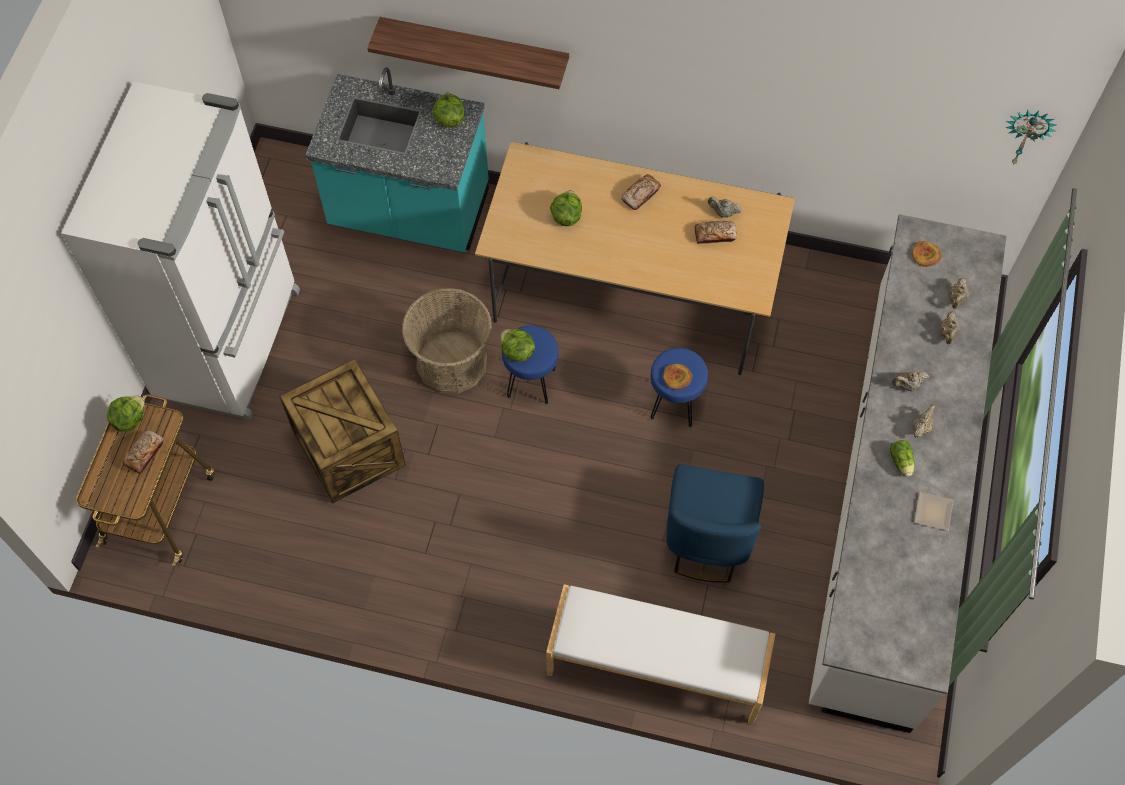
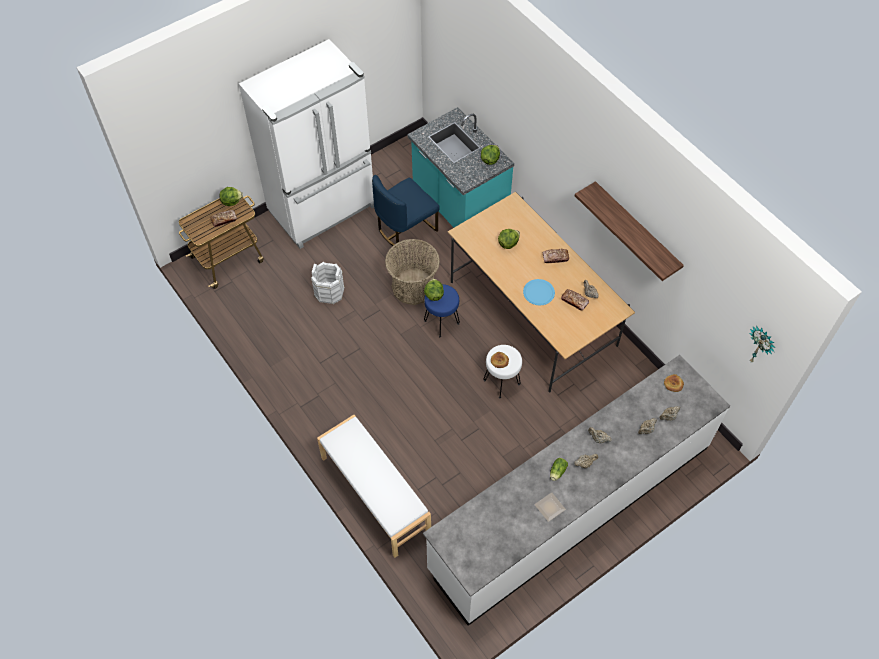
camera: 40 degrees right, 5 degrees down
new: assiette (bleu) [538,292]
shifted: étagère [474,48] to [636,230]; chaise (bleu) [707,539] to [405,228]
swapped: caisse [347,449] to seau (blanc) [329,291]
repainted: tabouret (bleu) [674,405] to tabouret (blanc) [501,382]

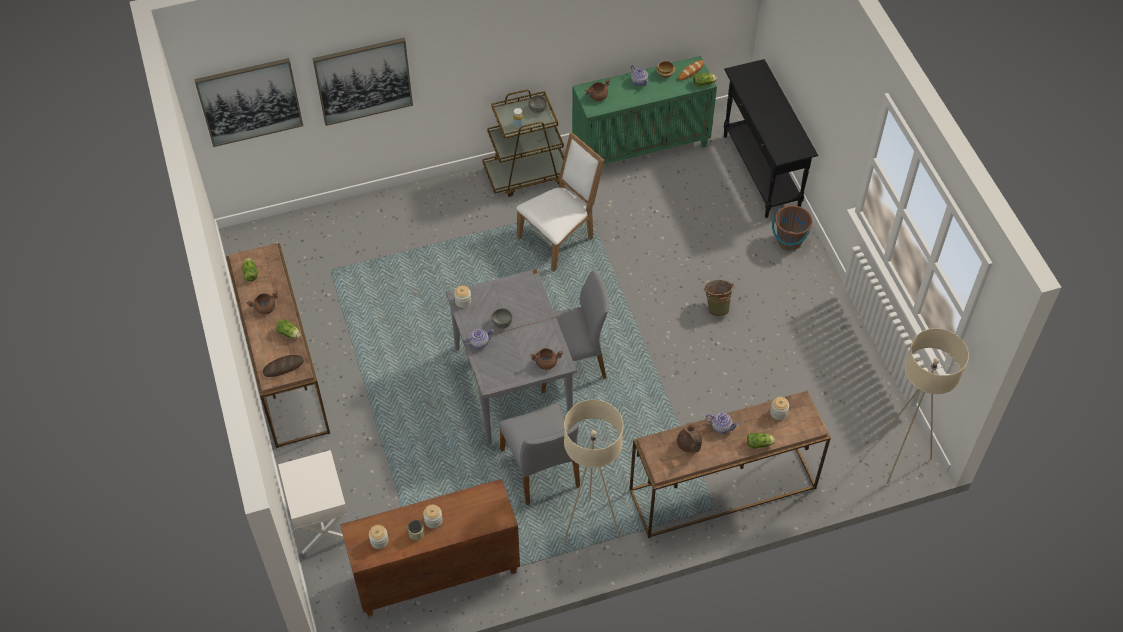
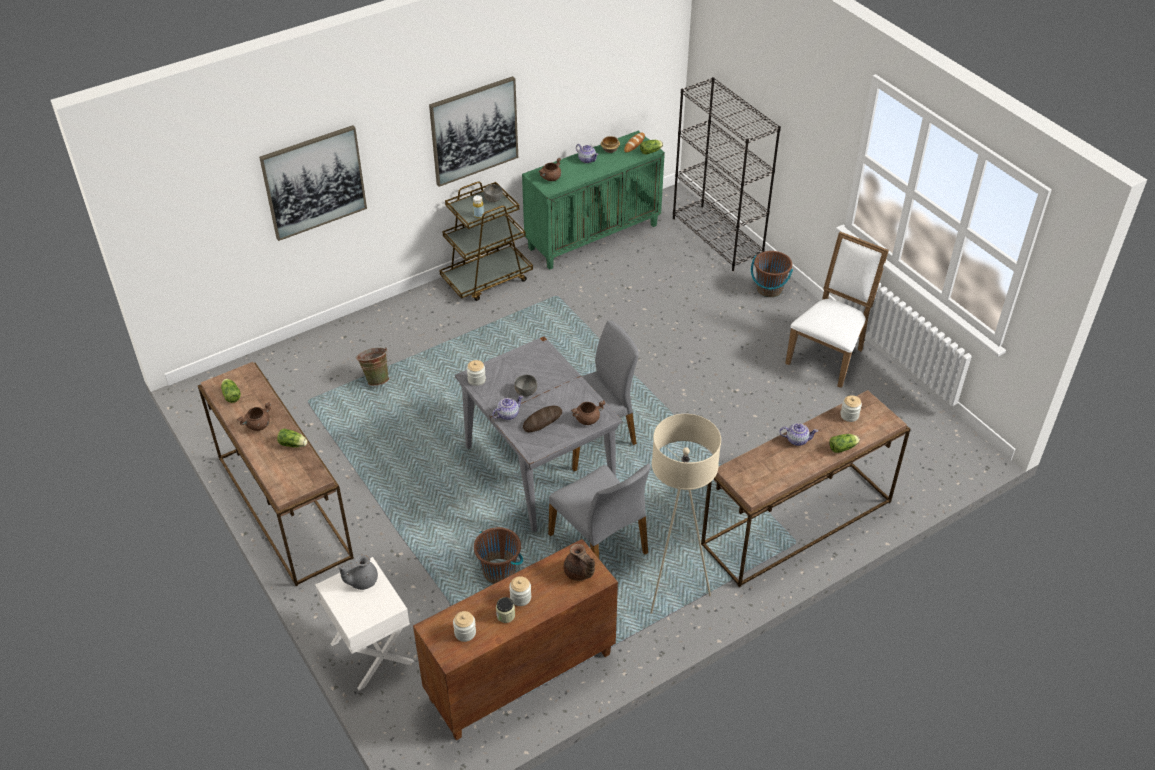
camera: 15 degrees left, 10 degrees down
gone: lampadaire (beige) [899,460]
new: théière (gris) [361,581]; seau (marron) [499,572]
shifted: tableau [250,101] to [474,131]; pain [283,367] to [542,421]; chaise (blanc) [560,237] to [829,355]; théière (marron) [689,445] to [579,573]; seau (vert) [717,307] to [376,378]
swapped: table console (noir) [760,172] to bibliothèque (noir) [718,237]

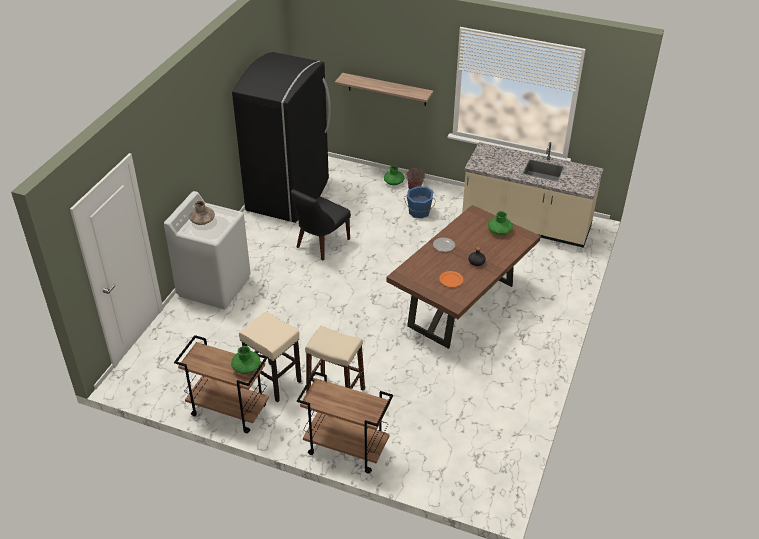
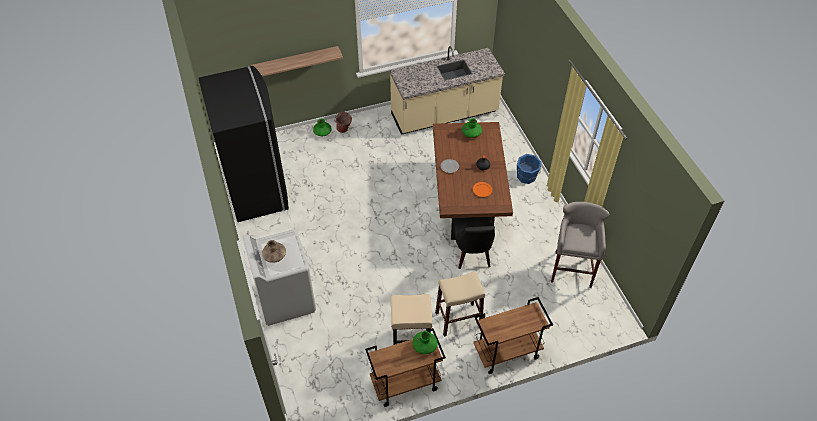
camera: 40 degrees left, 10 degrees up
new: tabouret (gris) [572,268]
shifted: chaise (noir) [321,244] to [472,254]; seau (bleu) [419,212] to [526,177]

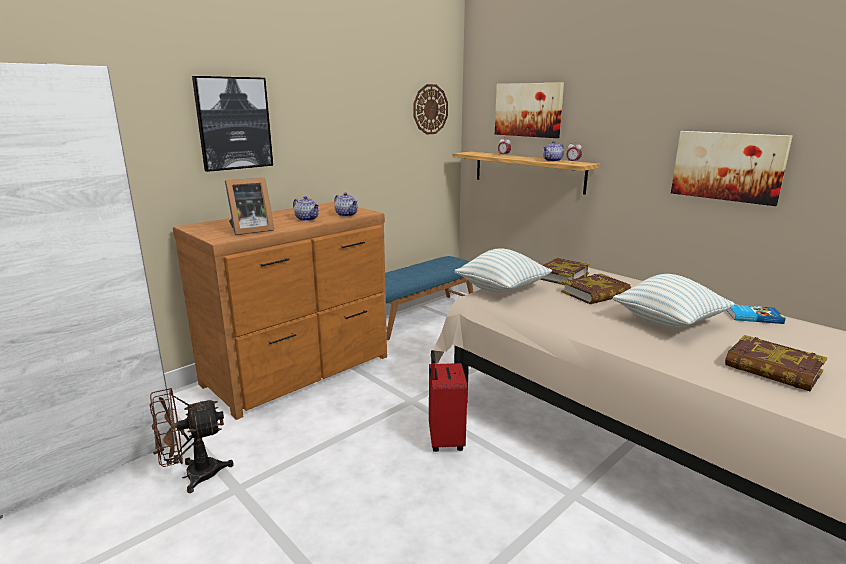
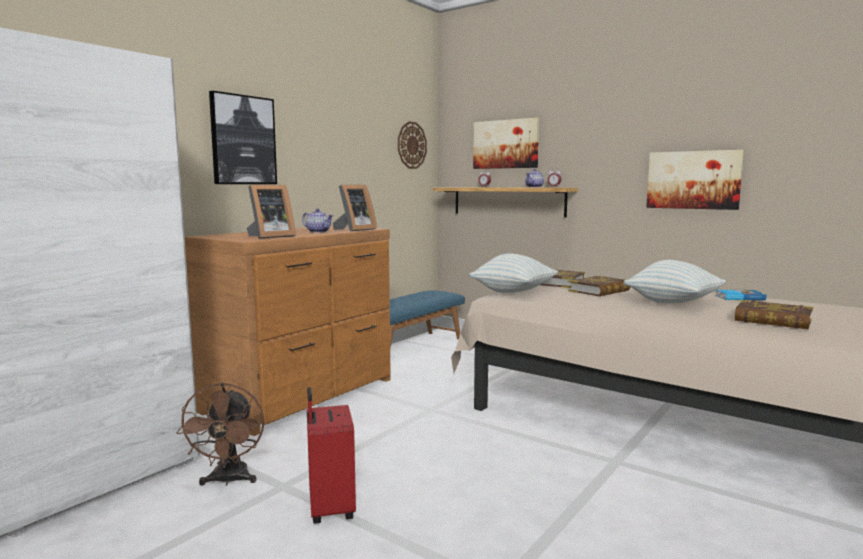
camera: 10 degrees left, 10 degrees down
shifted: valise (rouge) [444,440] to [329,509]
swapped: théière [347,215] to cadre photo [354,230]
rotated: ventilateur (marron) [193,475] = [228,481] 60 degrees counterclockwise

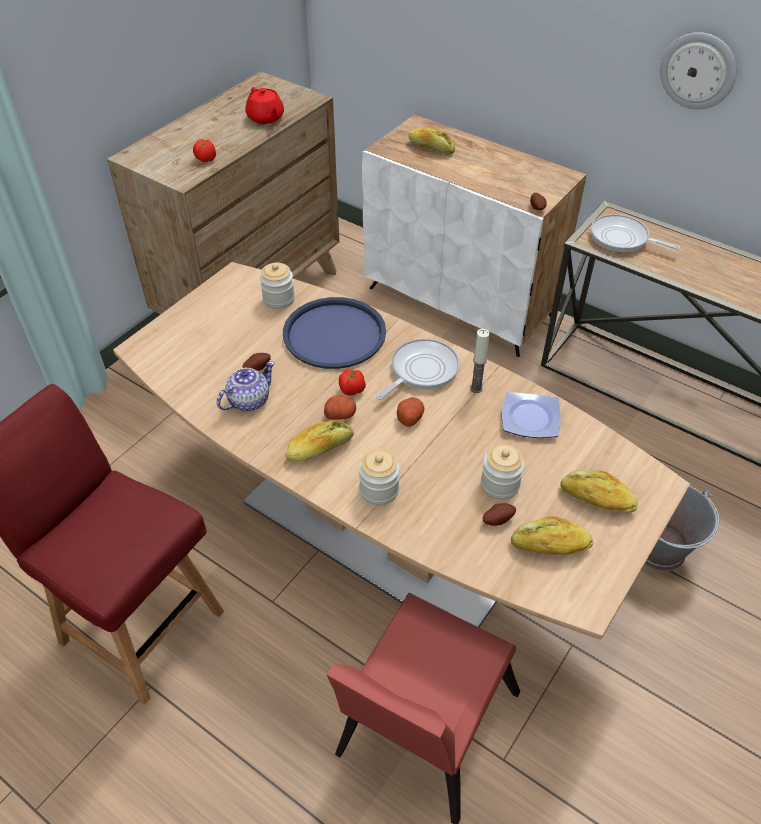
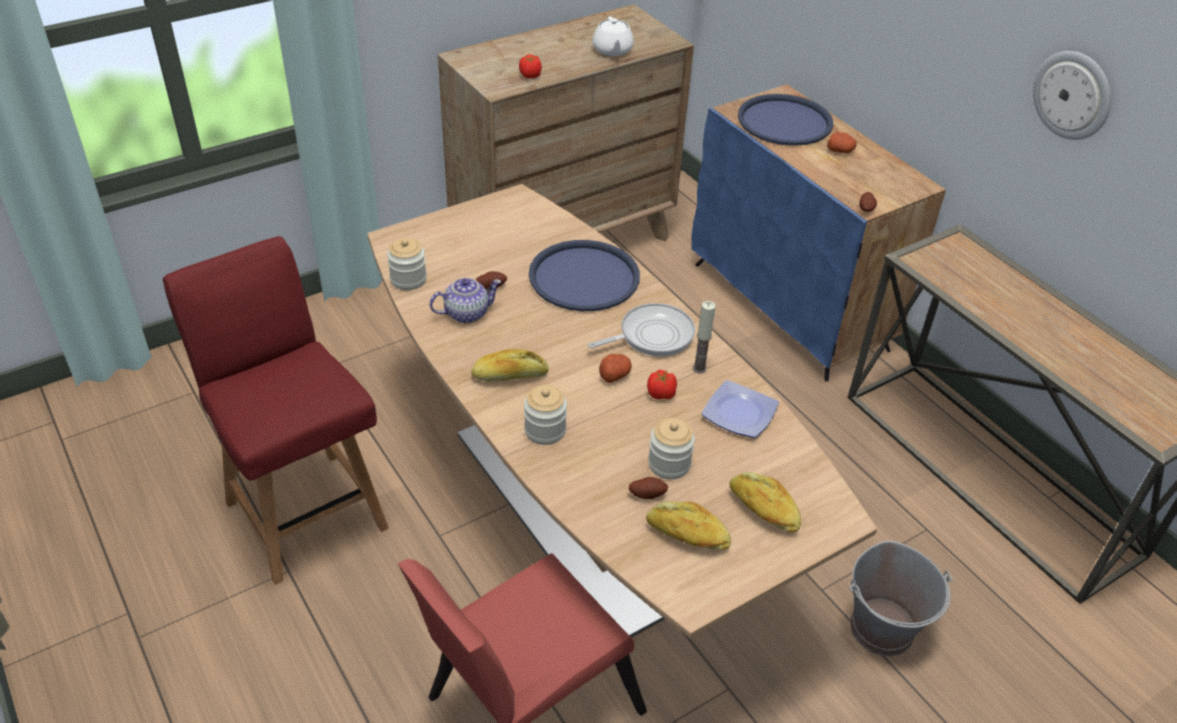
camera: 20 degrees right, 5 degrees down
gone: poêle [622,239]
shifted: bocal [279,299] to [408,279]; pomme de terre [340,414] to [840,150]; tomate [352,390] to [661,394]
swapped: pain [431,148] to plateau (bleu) [784,121]
repainted: théière (rouge) [265,118] to théière (blanc) [612,50]; meuble de rangement (blanc) [461,302] to meuble de rangement (bleu) [790,307]

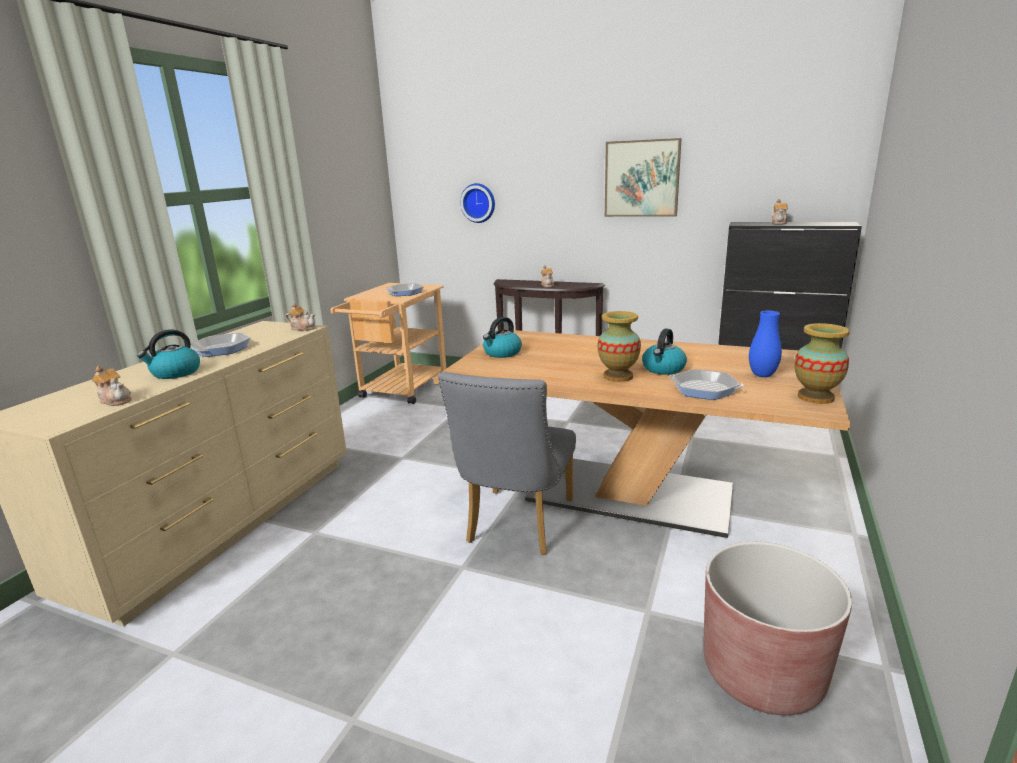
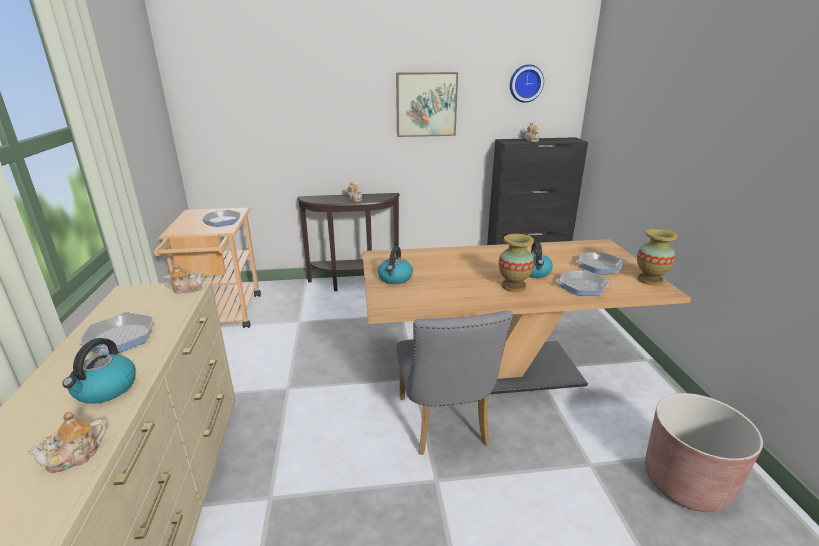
camera: 30 degrees left, 5 degrees up
shifted: horloge murale [478,203] to [525,83]
swapped: vase (bleu) [762,375] to poêle [599,266]
rotated: théière [116,400] = [75,457] 135 degrees clockwise

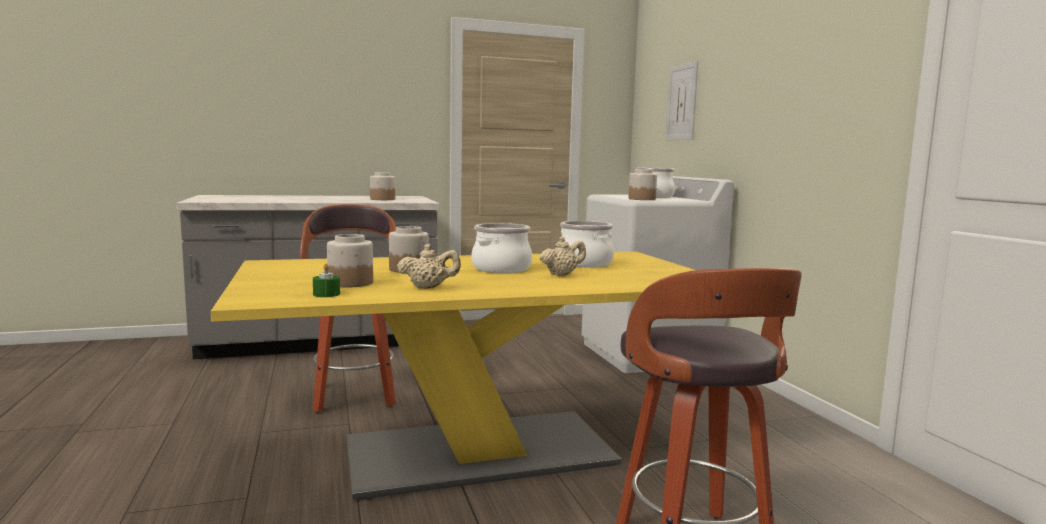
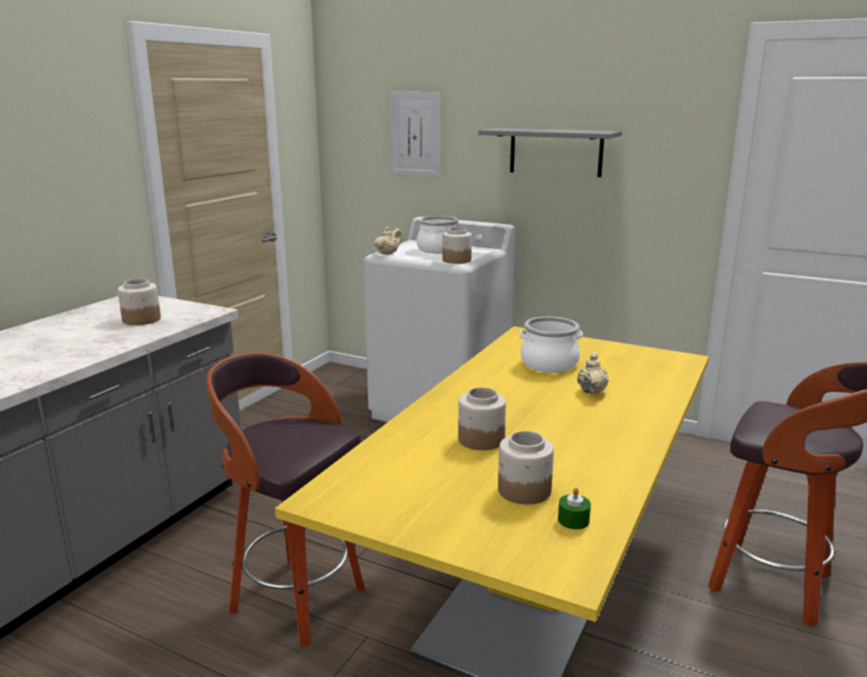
camera: 45 degrees left, 10 degrees up
gone: marmite [502,269]
new: étagère (gris) [555,152]
shifted: théière (beige) [429,287] to [388,254]

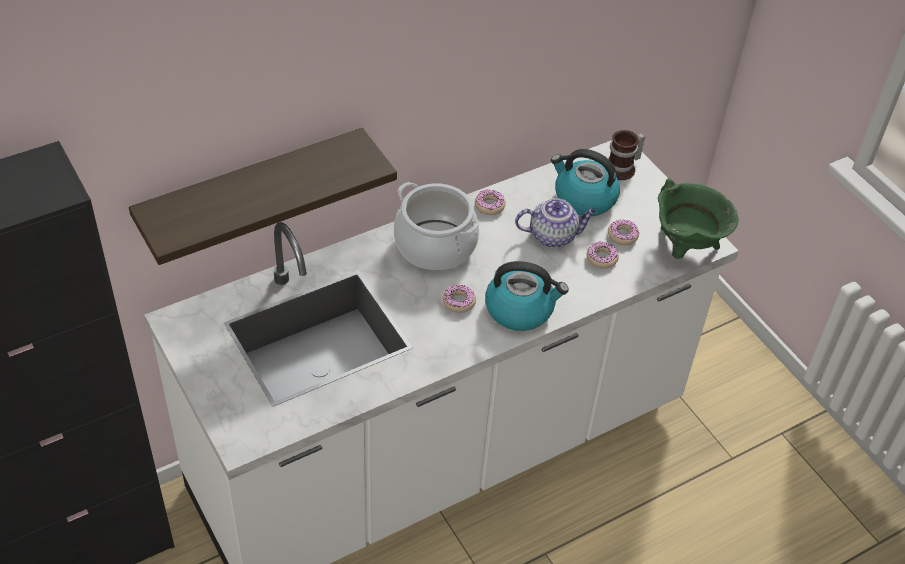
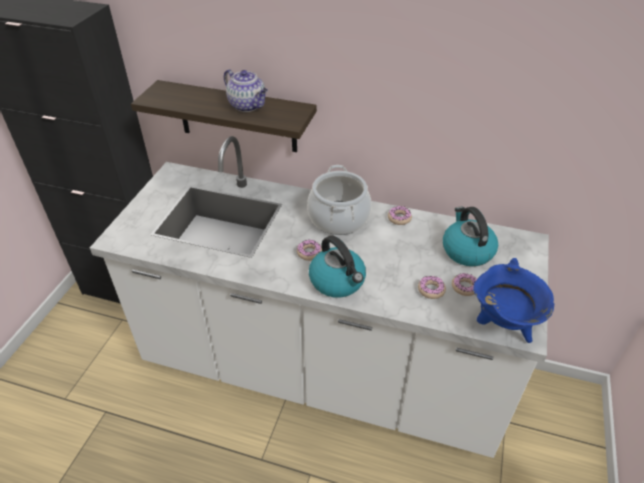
camera: 50 degrees right, 5 degrees down
gone: mug [623,169]
shifted: théière [553,236] to [248,106]
repainted: marmite (vert) [686,248] to marmite (bleu) [503,325]

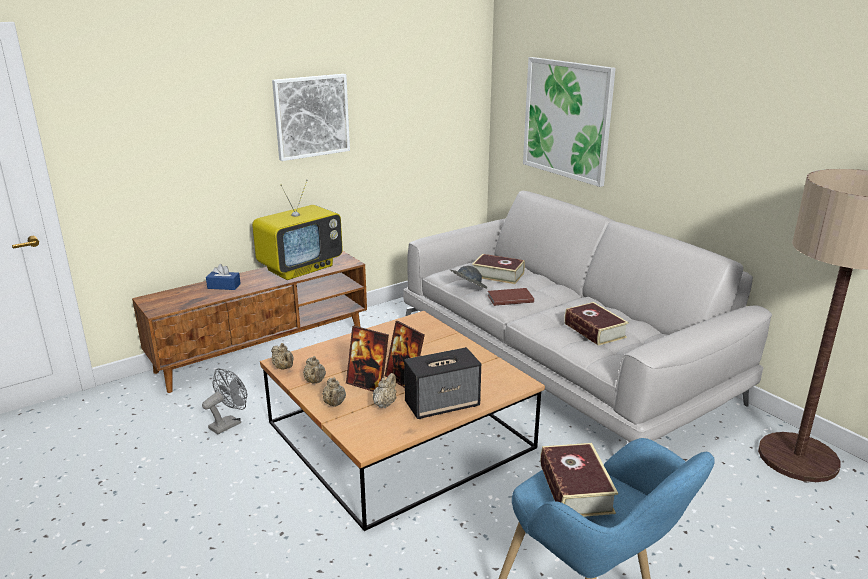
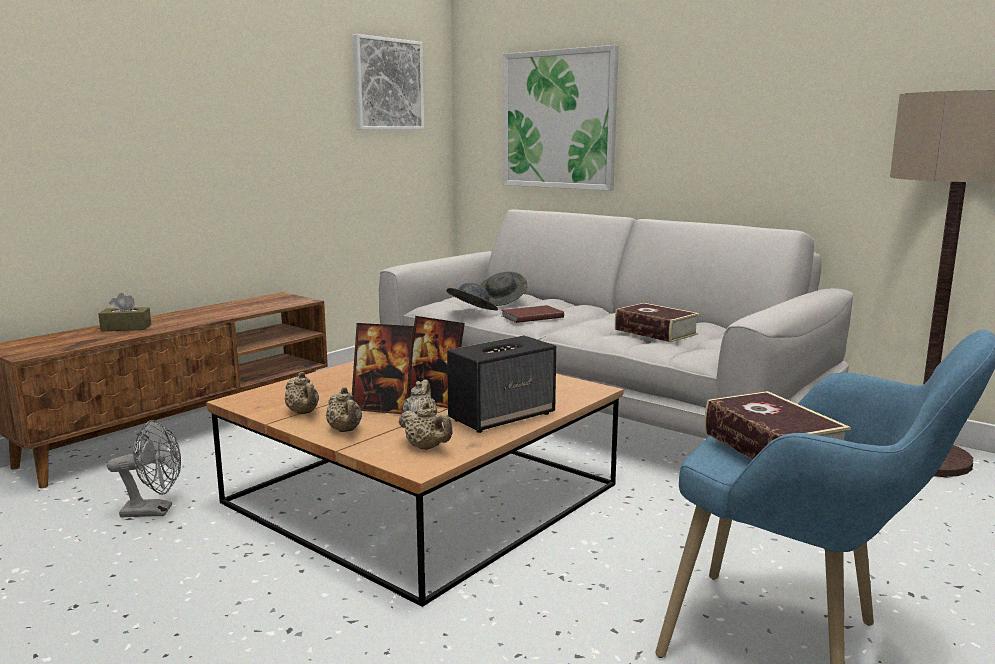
camera: 15 degrees left, 10 degrees down
gone: téléviseur [300,268]
shifted: théière (beige) [284,368] to [426,448]; tableau [311,116] to [388,84]
swapped: livre [498,275] to chapeau (gris) [502,301]
repainted: boîte à mouchoirs (bleu) [224,286] to boîte à mouchoirs (marron) [126,328]
rotated: ventilateur (gris) [229,423] = [154,511] 60 degrees clockwise

